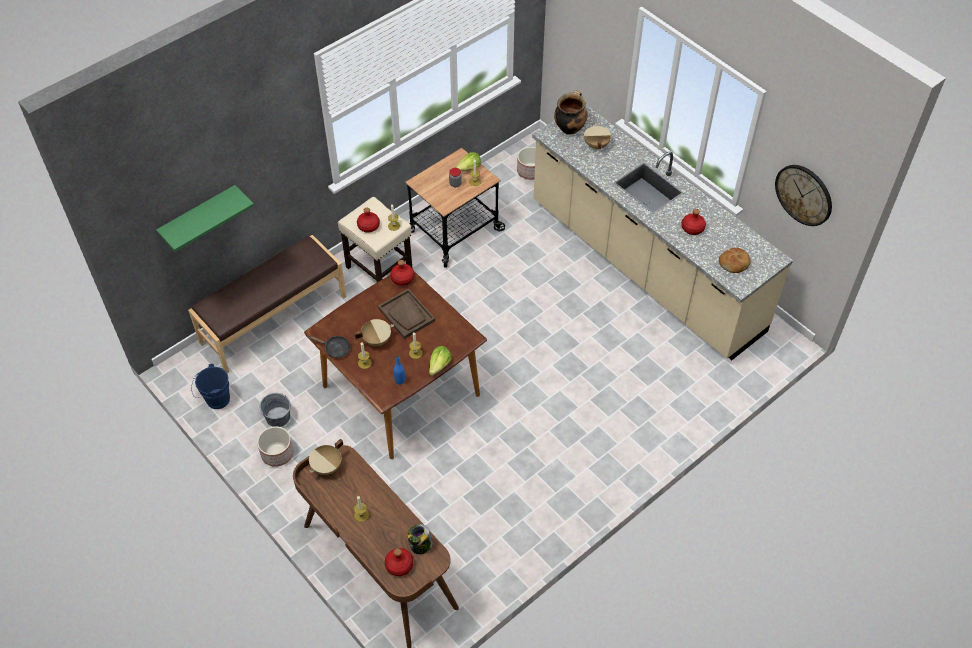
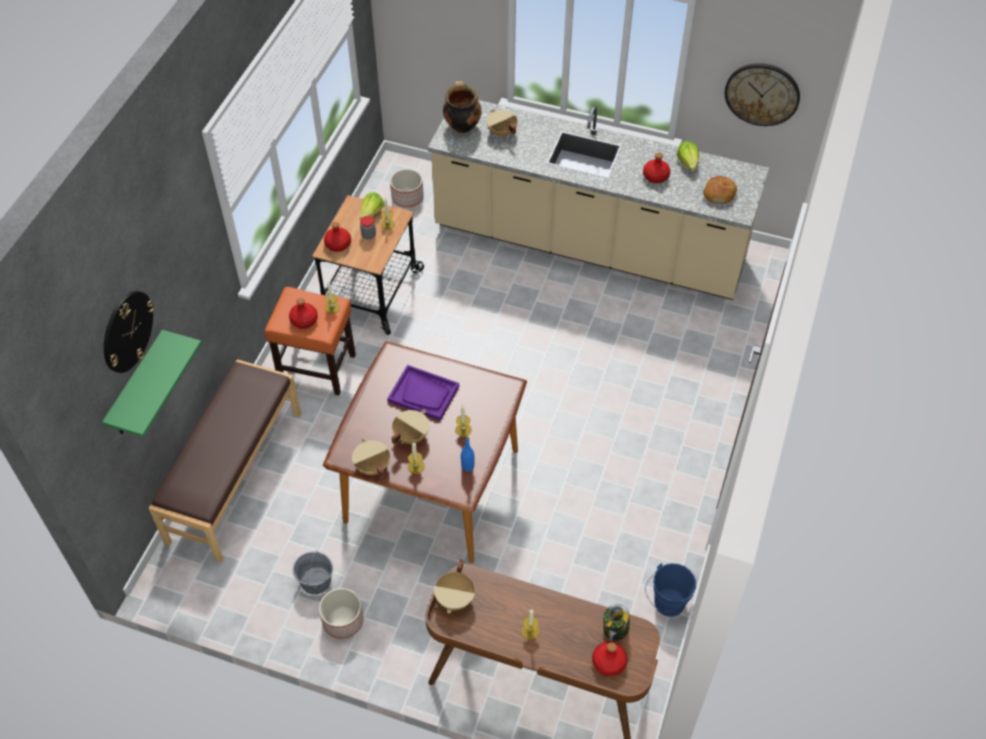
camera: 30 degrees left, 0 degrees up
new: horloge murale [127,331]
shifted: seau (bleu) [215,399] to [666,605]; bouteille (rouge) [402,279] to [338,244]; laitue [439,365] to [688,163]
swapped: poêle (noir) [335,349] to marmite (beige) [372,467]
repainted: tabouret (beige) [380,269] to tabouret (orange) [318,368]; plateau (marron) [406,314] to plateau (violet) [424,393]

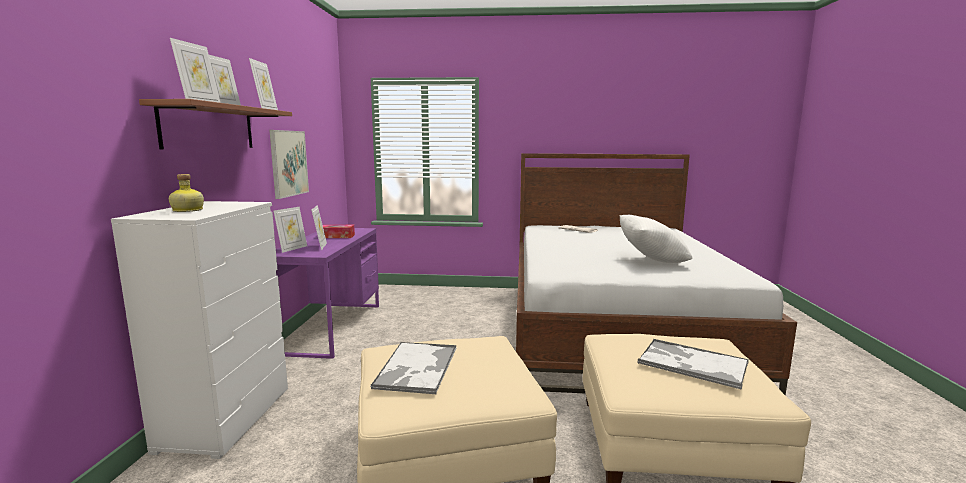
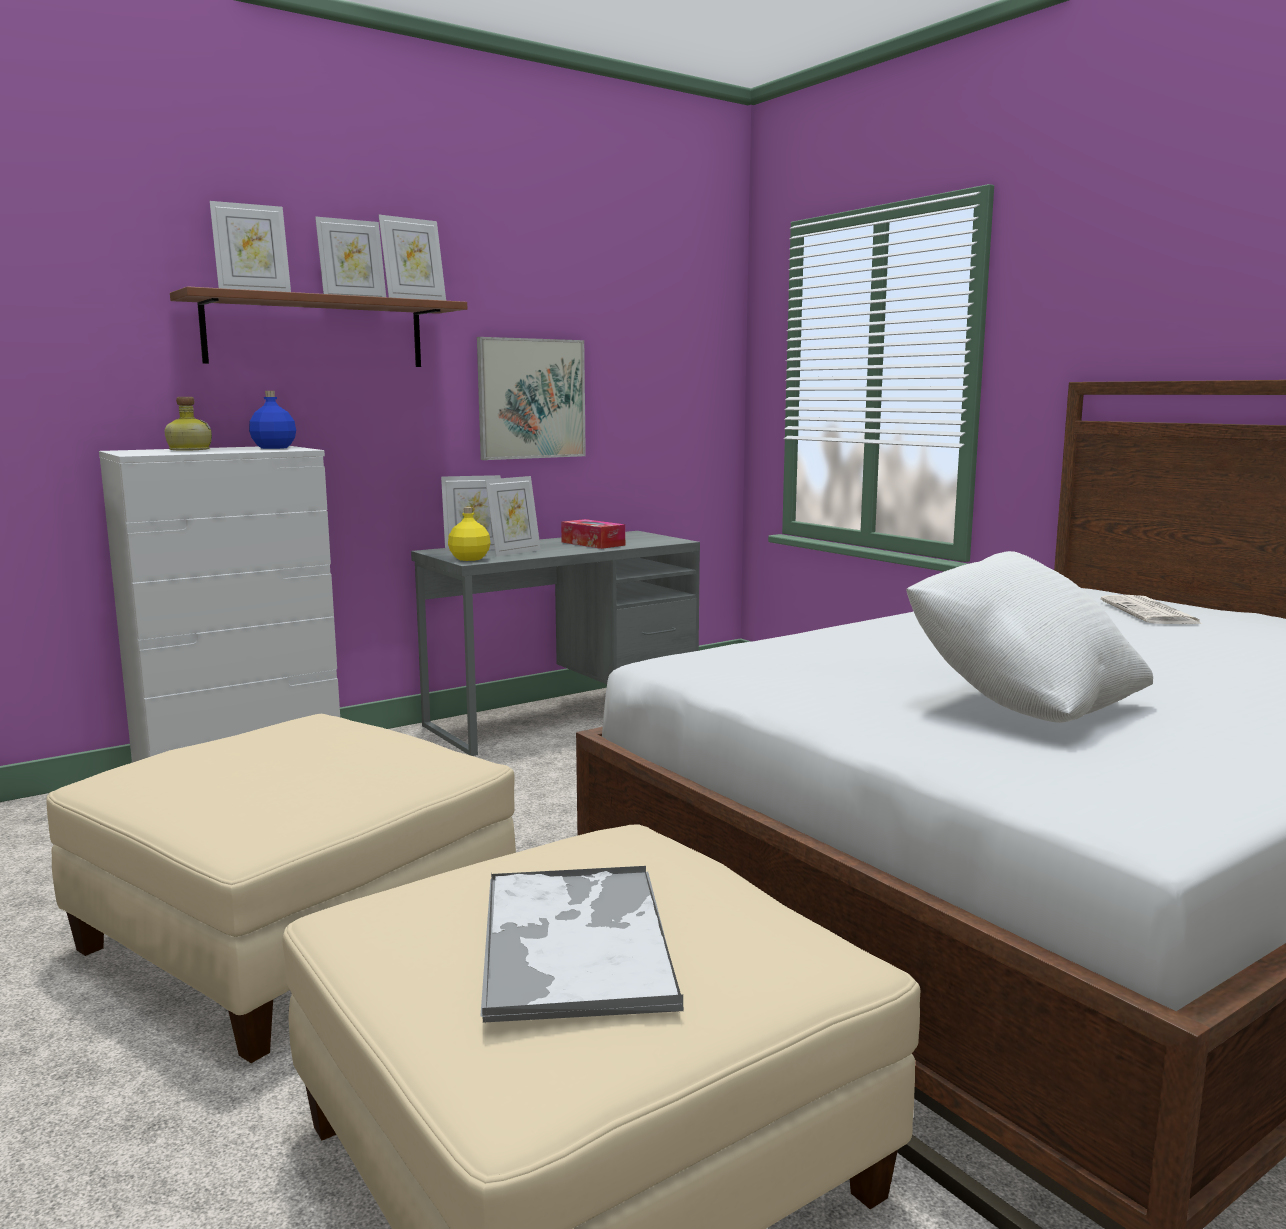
camera: 50 degrees right, 0 degrees up
gone: plateau [416,368]
new: bouteille (bleu) [273,448]; bouteille (jaune) [470,559]
repainted: bureau (violet) [332,327] to bureau (gris) [564,716]

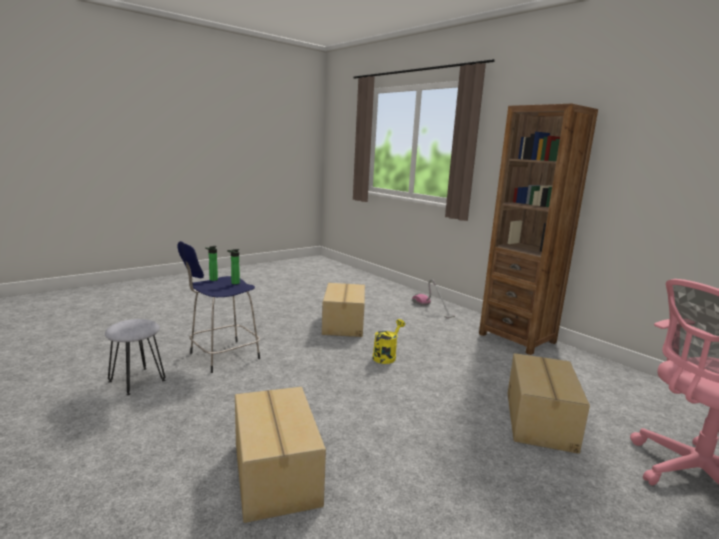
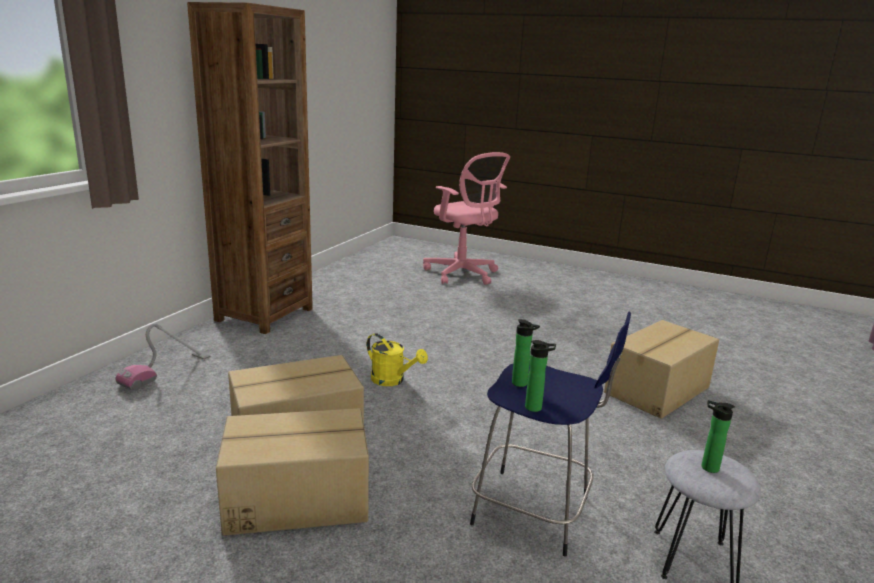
camera: 115 degrees left, 5 degrees up
new: bouteille [707,467]
shifted: carton [541,421] to [296,498]
rotated: arrosoir (jaune) [386,356] = [392,380] 150 degrees counterclockwise

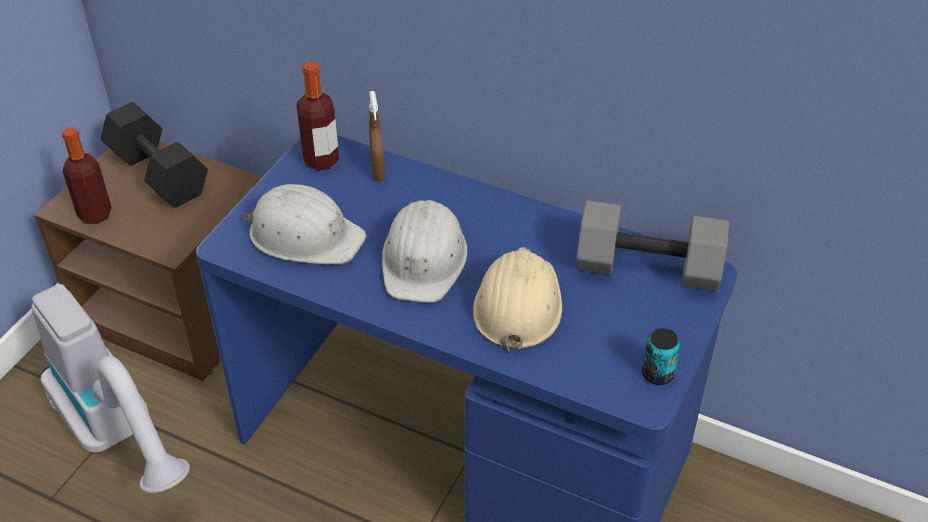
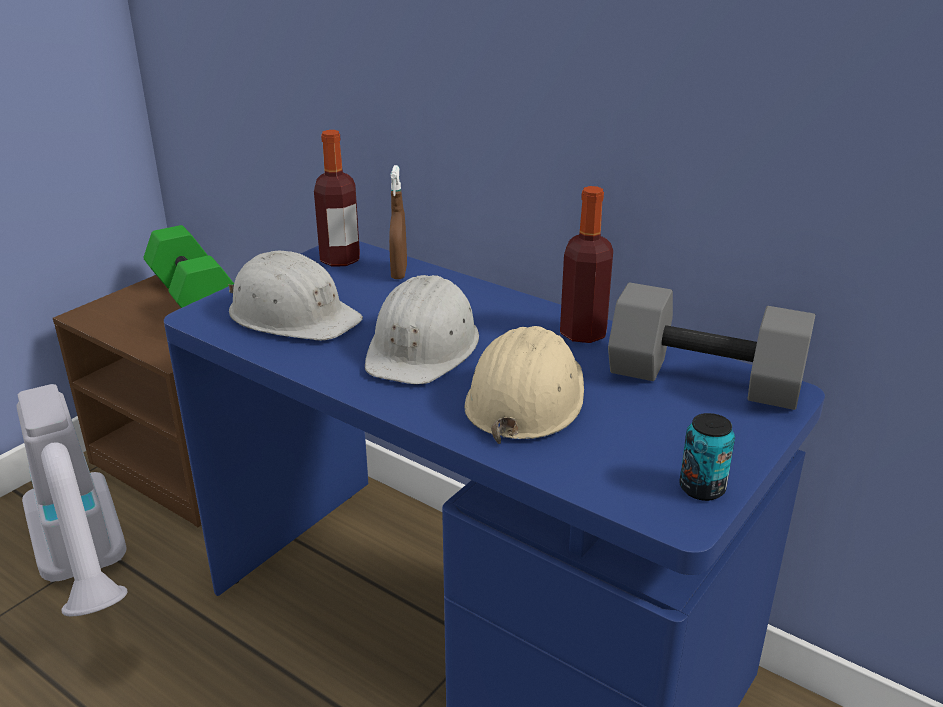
camera: 10 degrees right, 15 degrees down
shifted: bouteille [95,214] to [583,333]
repainted: haltère (noir) [156,174] to haltère (vert) [190,297]

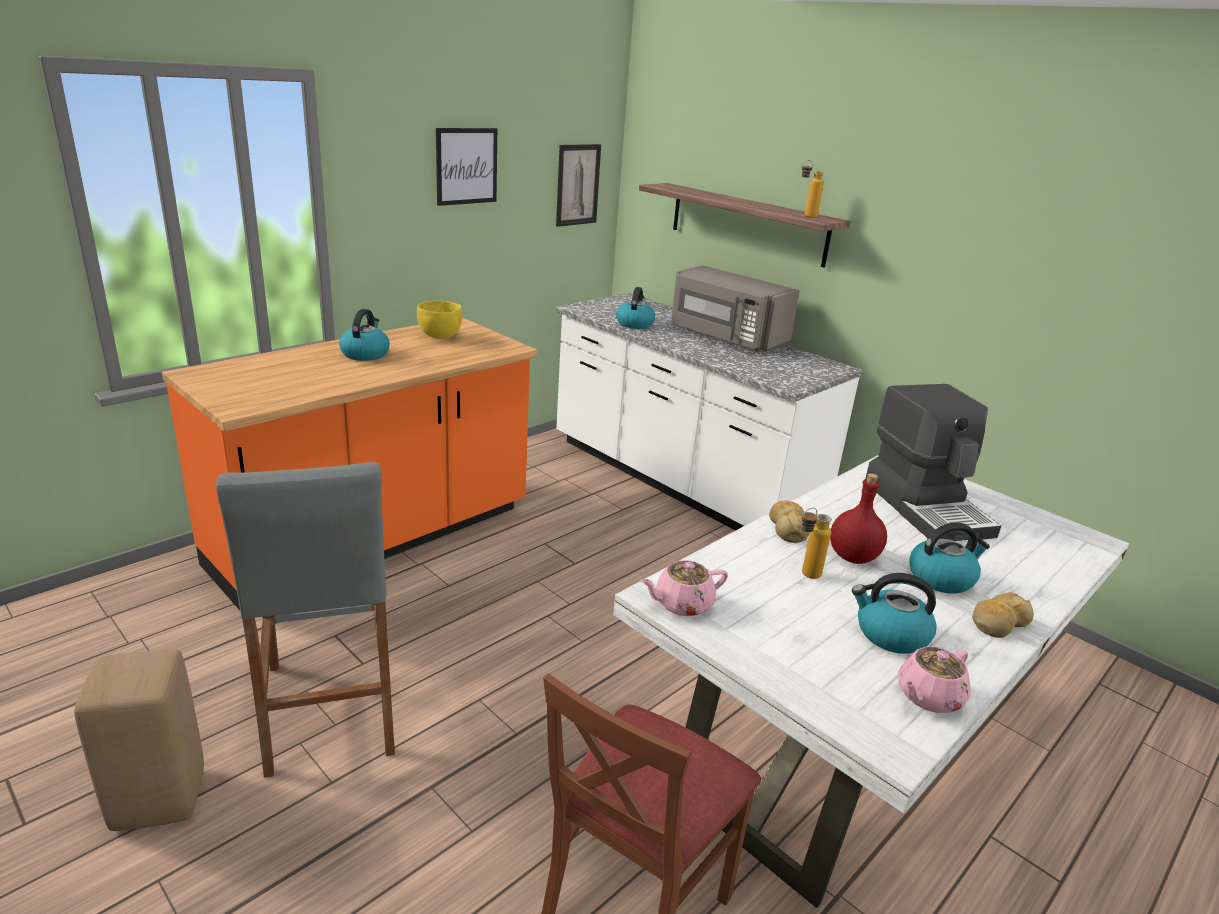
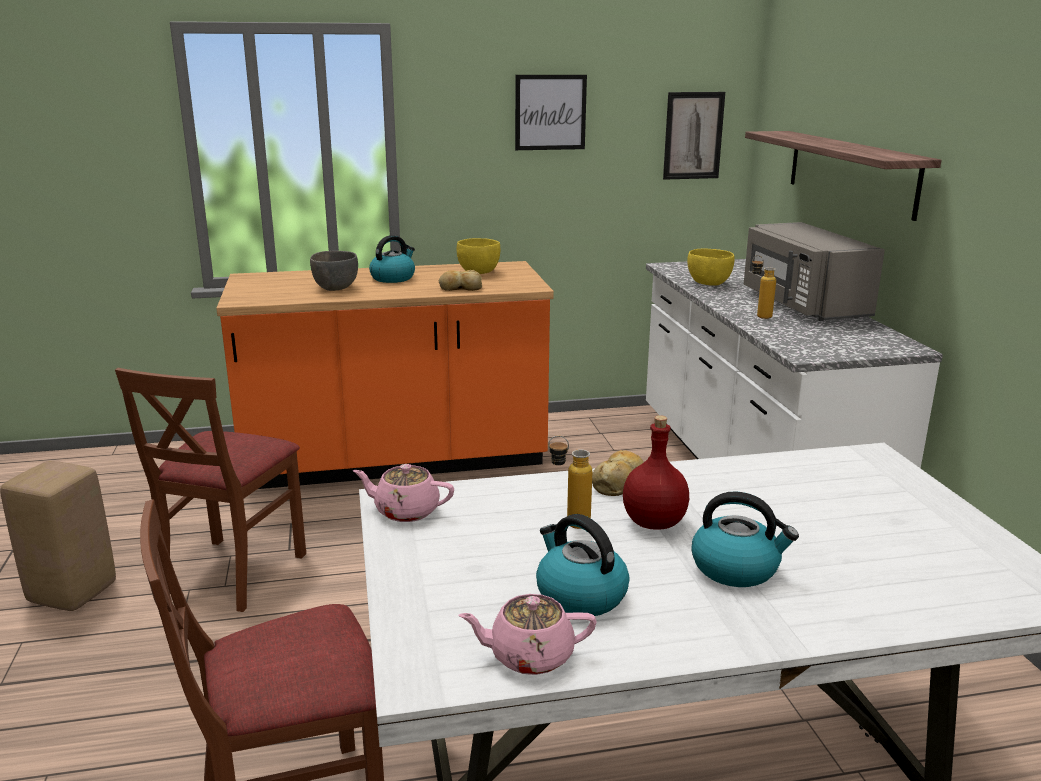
camera: 35 degrees right, 5 degrees down
gone: machine à café [927,507]
new: bol (gris) [336,288]
shifted: bouteille [805,216] to [759,315]; pain [998,623] to [460,288]
swapped: tabouret (gris) [329,708] to chaise (marron) [232,573]; bouilloire [634,324] to bol (jaune) [708,283]

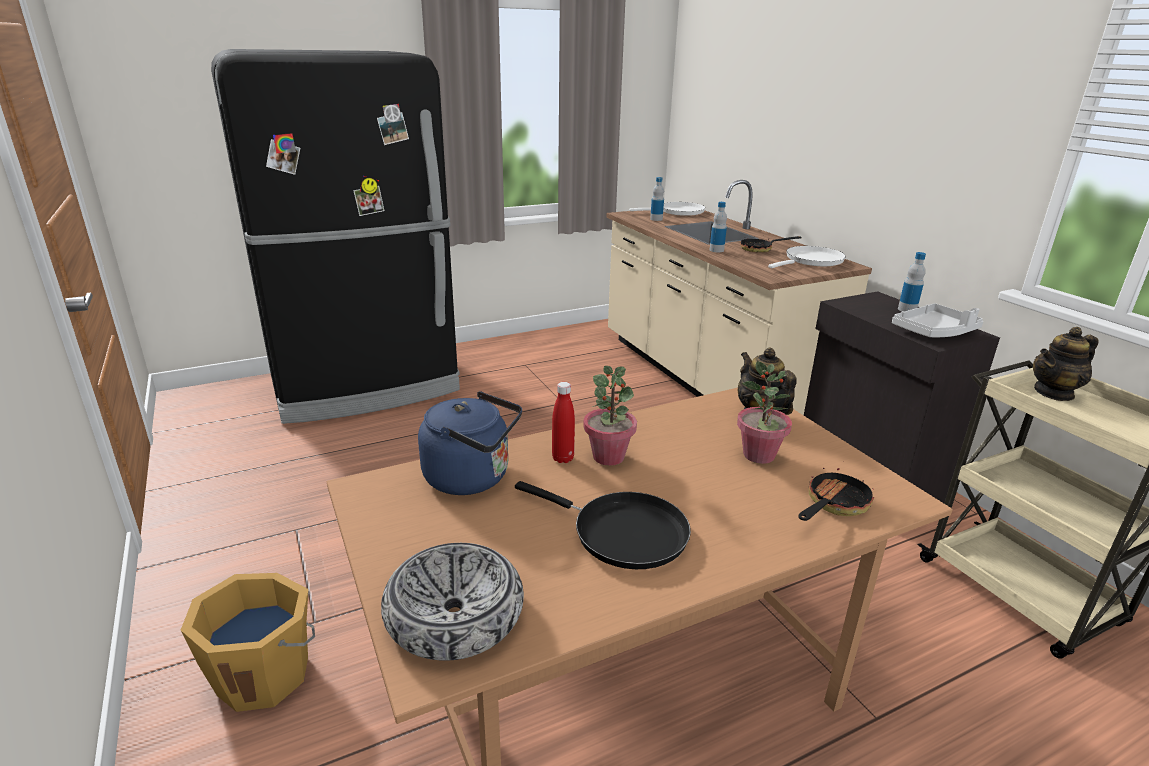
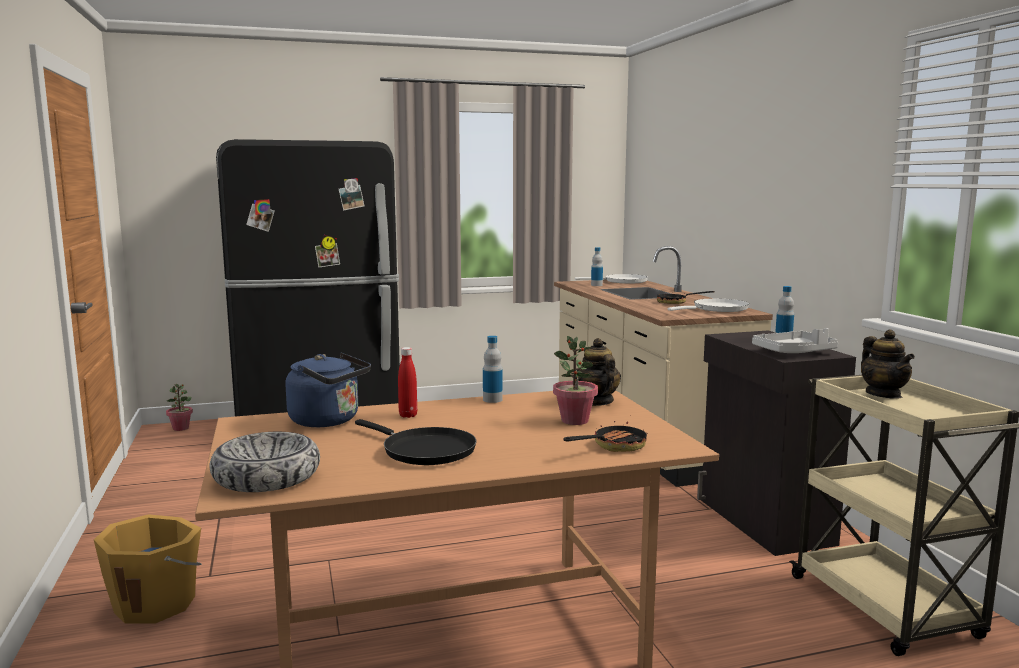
camera: 10 degrees right, 15 degrees down
shifted: plante en pot [608,456] to [181,428]; bouteille [716,250] to [492,400]
rotated: théière [1054,393] = [883,394] 90 degrees counterclockwise

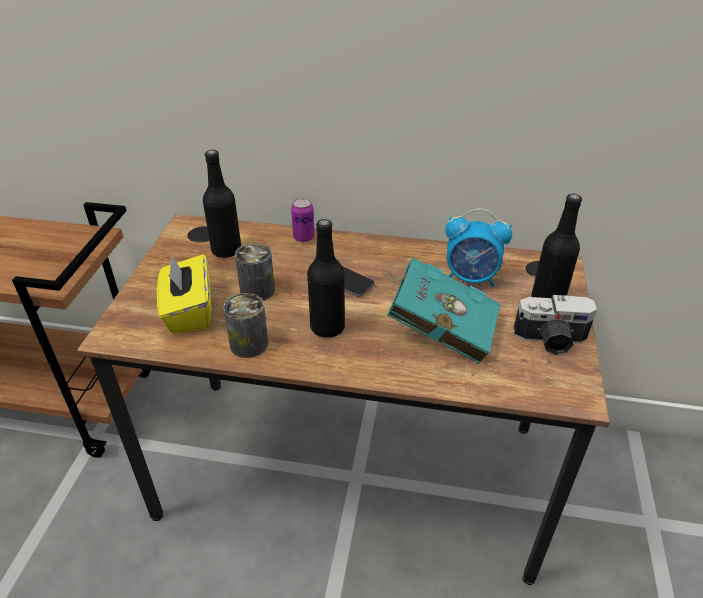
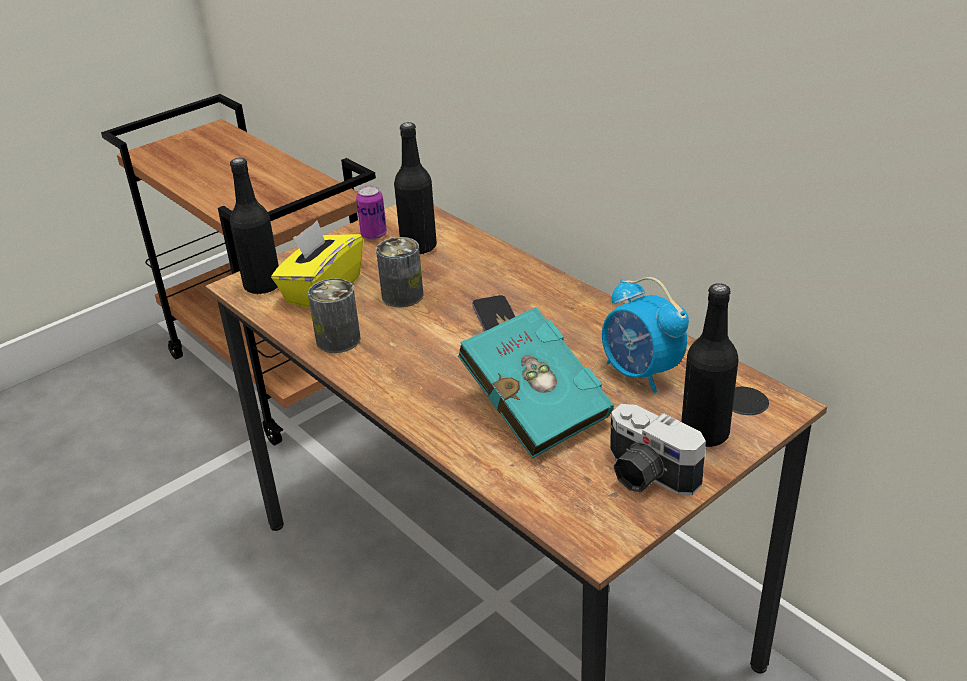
camera: 40 degrees right, 5 degrees down
shifted: boîte métallique [304,237] to [374,235]; bouteille (noir) [327,327] to [262,285]

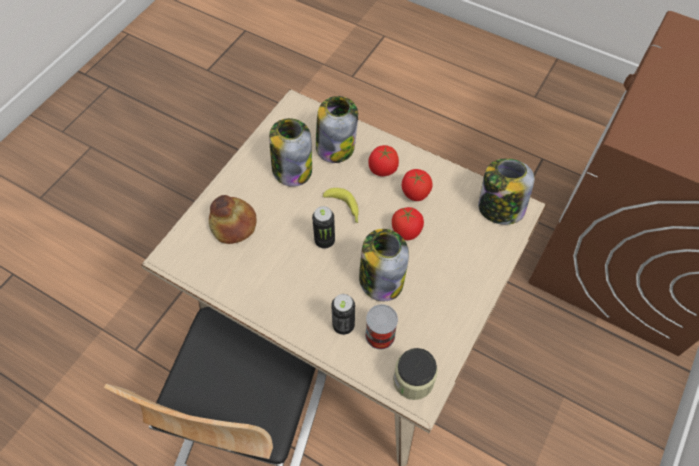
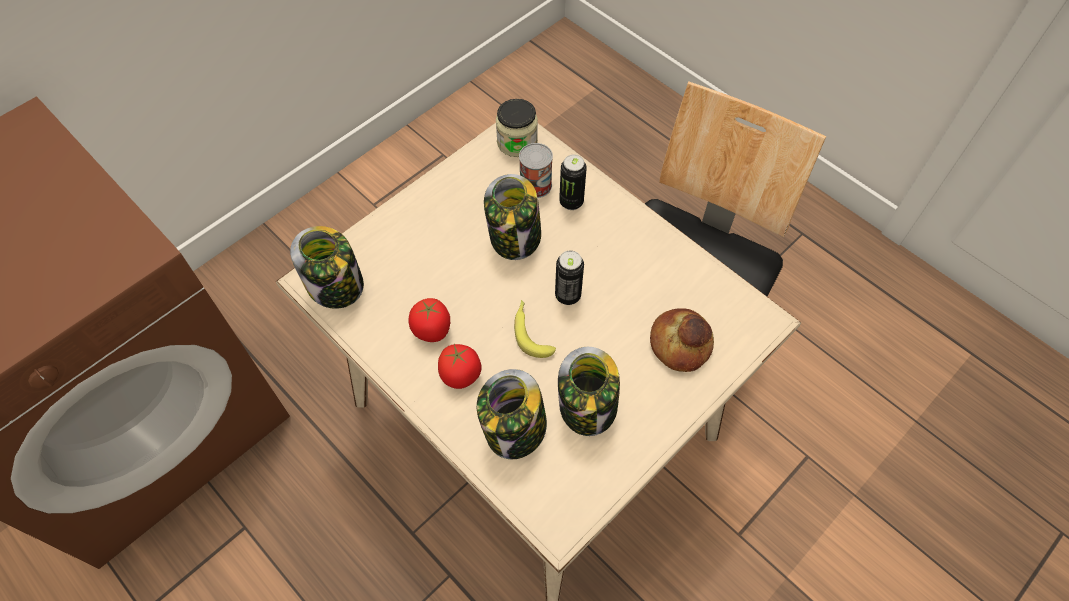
camera: 165 degrees left, 0 degrees up
gone: tomate [406,231]

